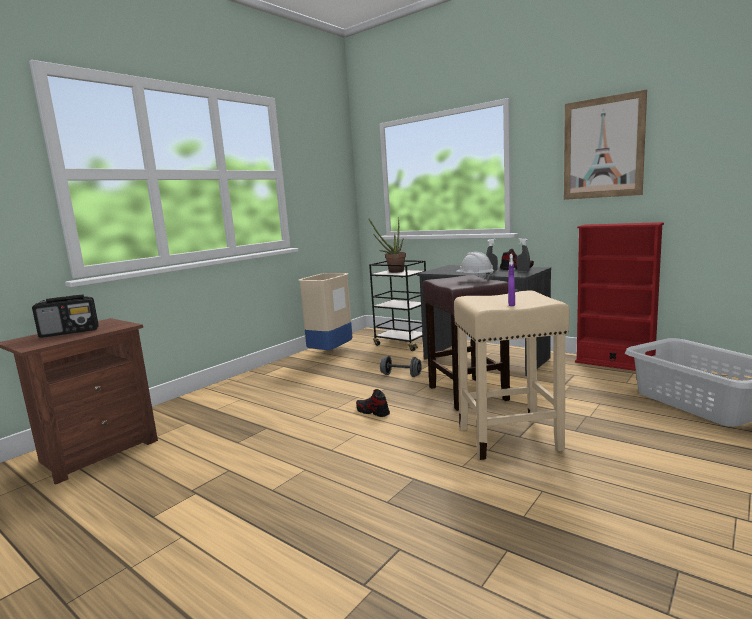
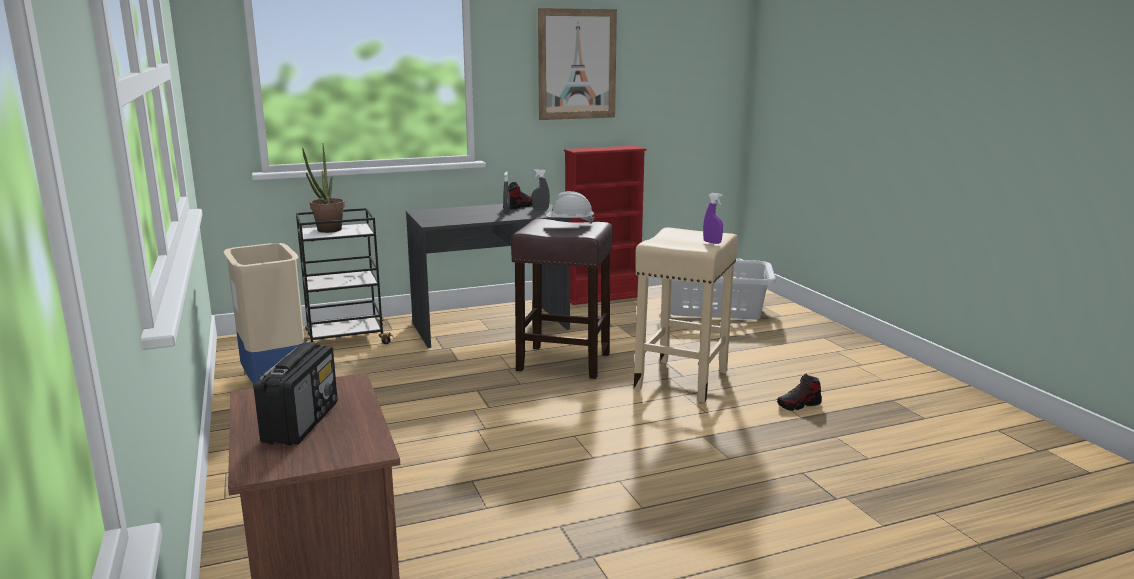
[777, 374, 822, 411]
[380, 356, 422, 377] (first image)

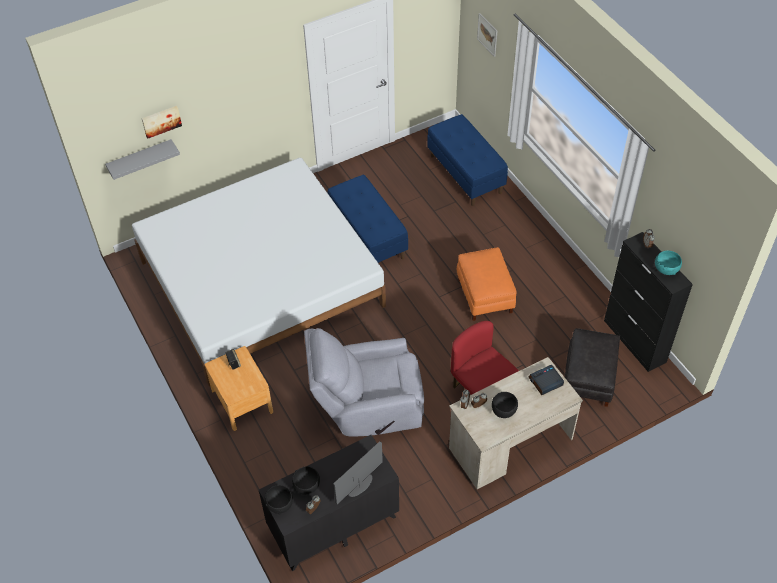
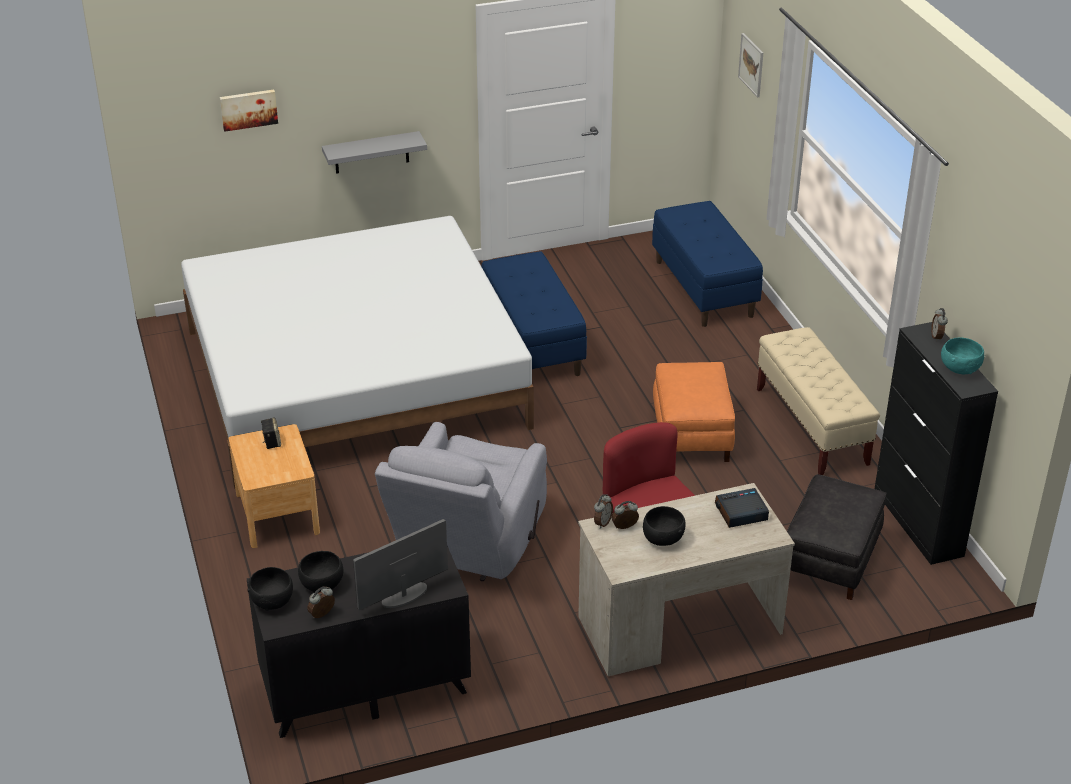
[322, 131, 427, 174]
[375, 422, 547, 581]
[757, 327, 880, 475]

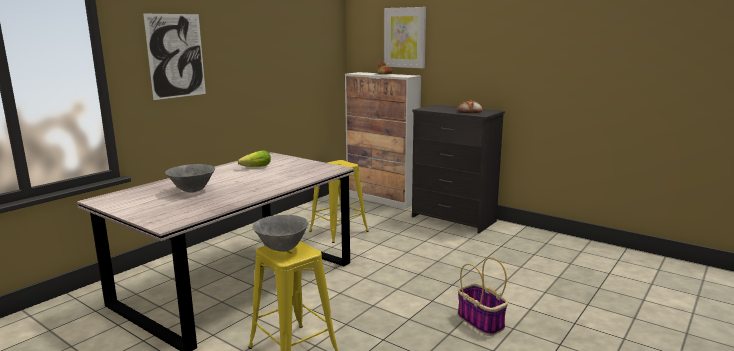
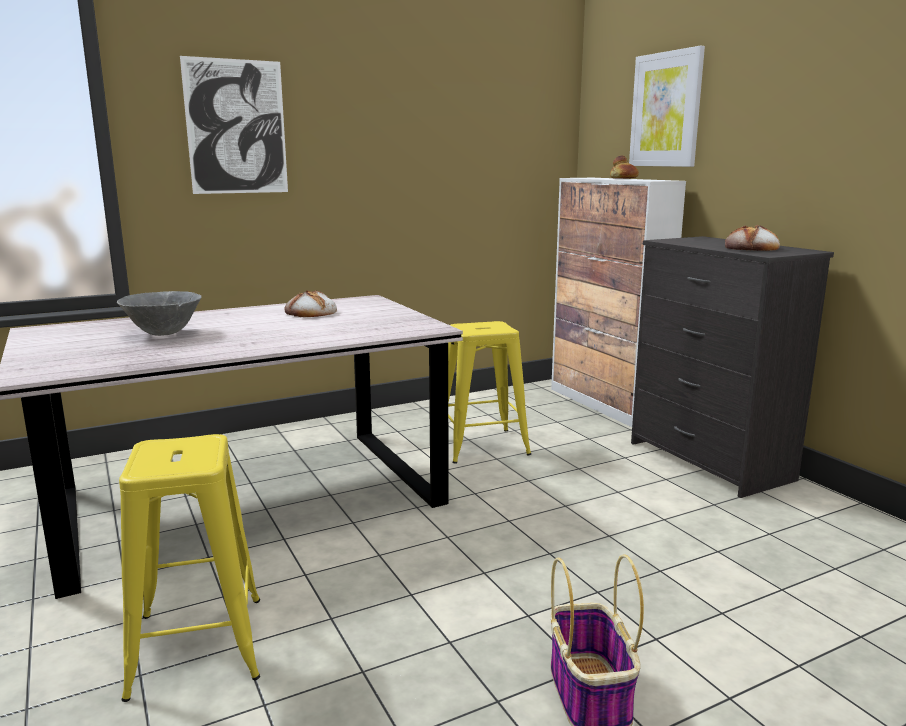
[284, 290, 337, 317]
[252, 215, 309, 252] (first image)

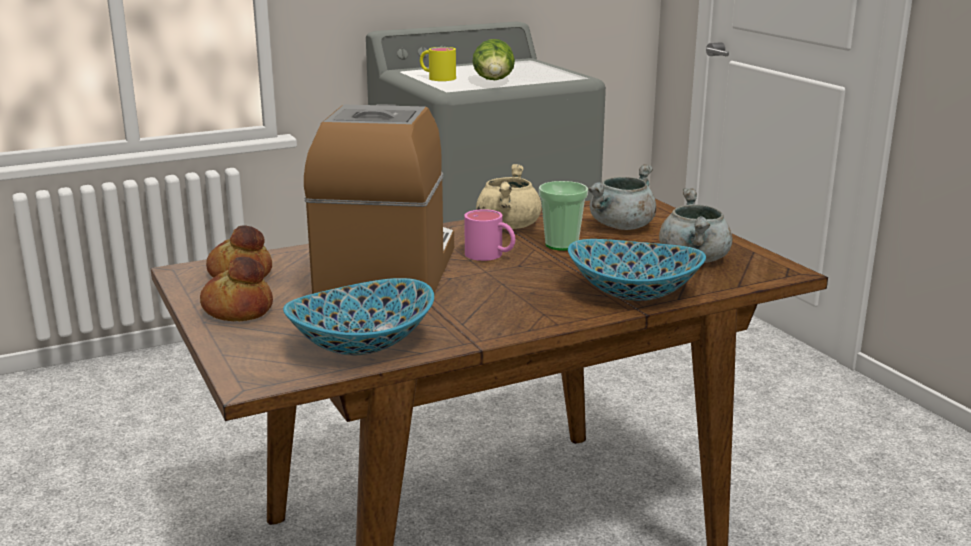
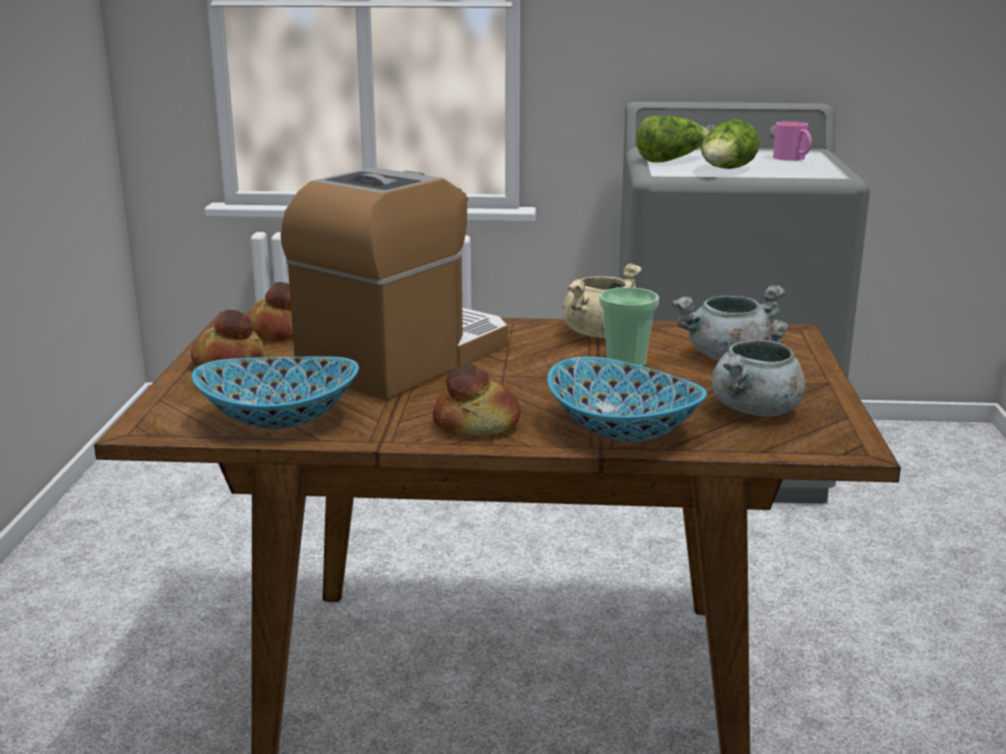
[433, 364, 521, 436]
[636, 116, 710, 163]
[773, 121, 812, 161]

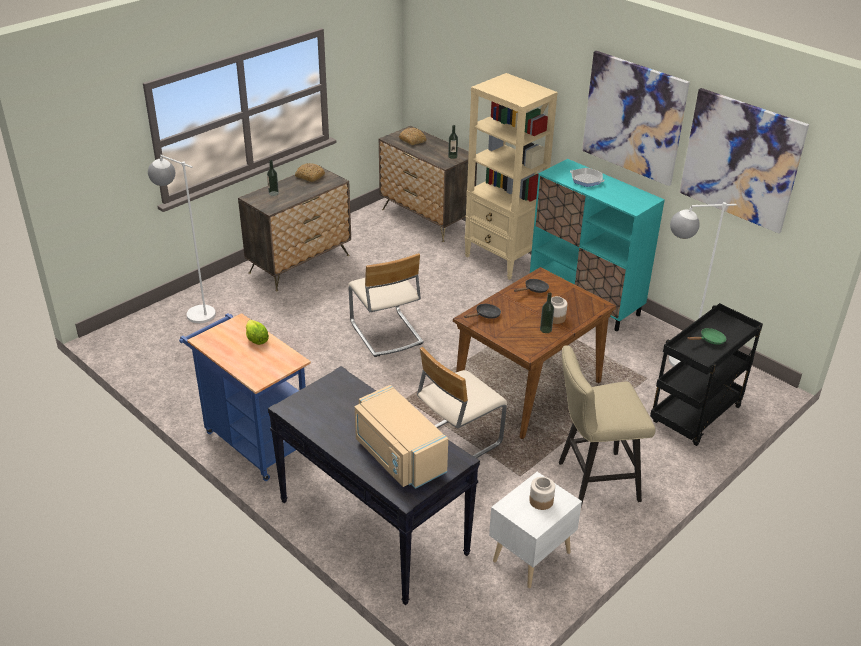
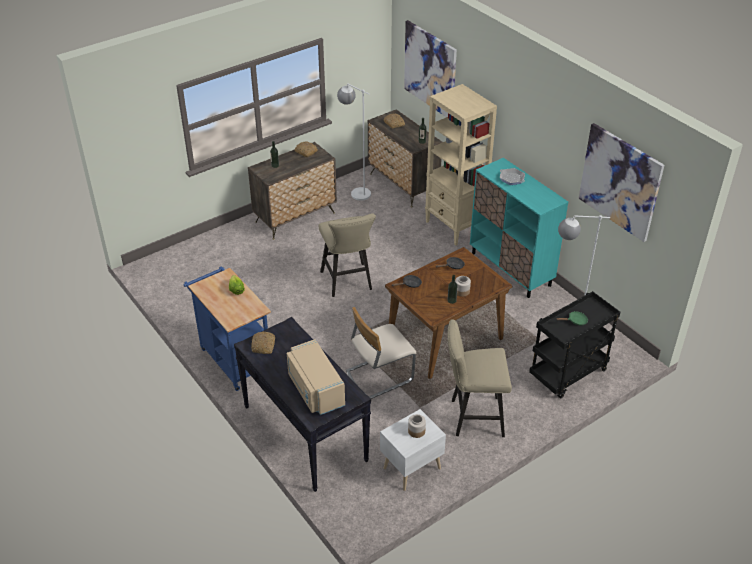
[251, 332, 275, 354]
[319, 213, 376, 297]
[337, 83, 371, 201]
[404, 20, 457, 117]

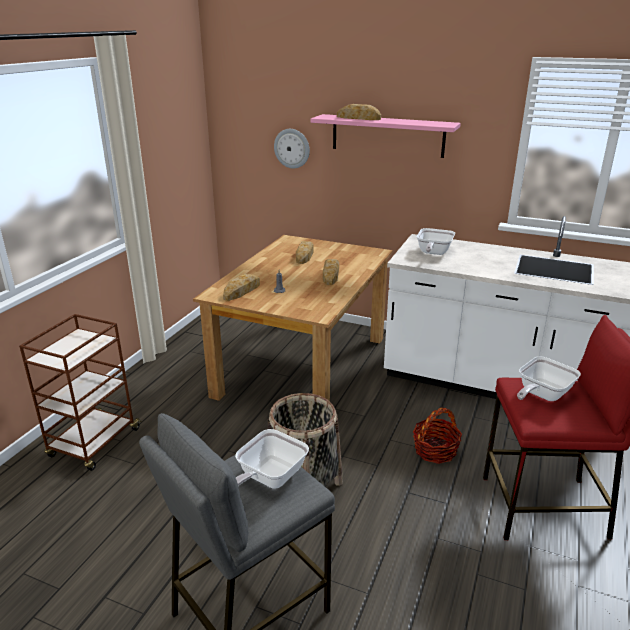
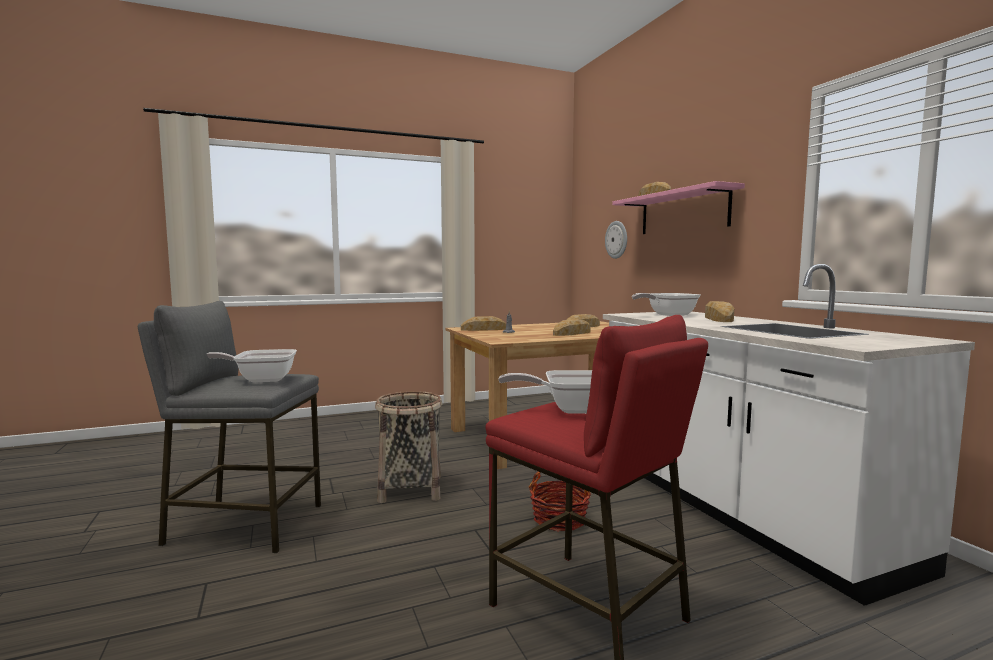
[705, 301, 734, 322]
[19, 314, 142, 471] (first image)

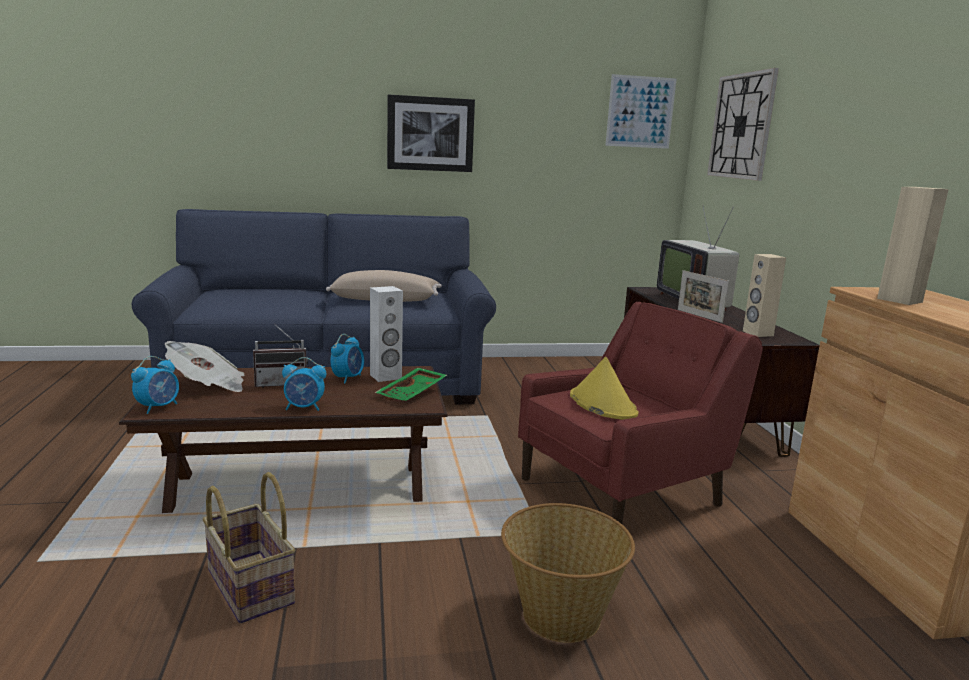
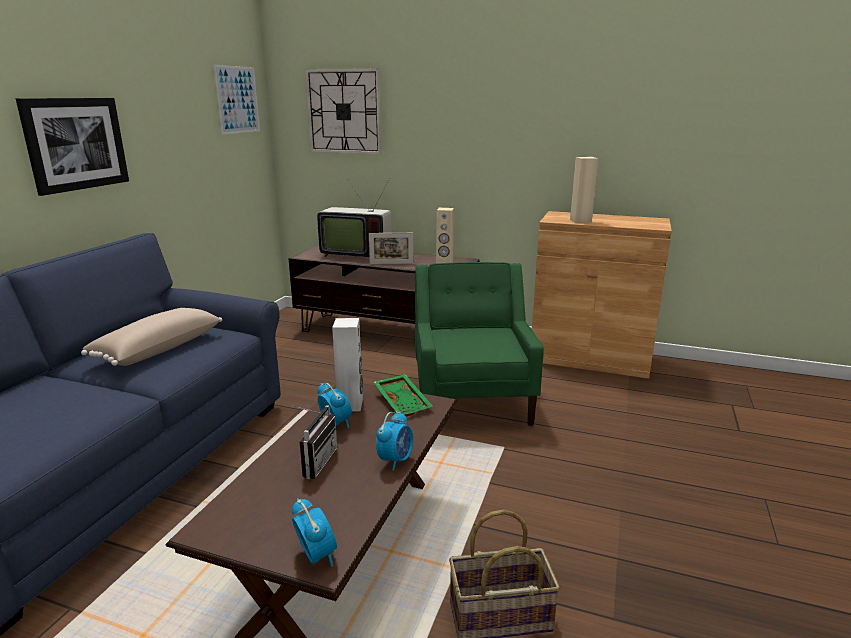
[415, 262, 544, 426]
[165, 341, 245, 392] (first image)
[501, 503, 635, 643] (first image)
[570, 356, 639, 420] (first image)

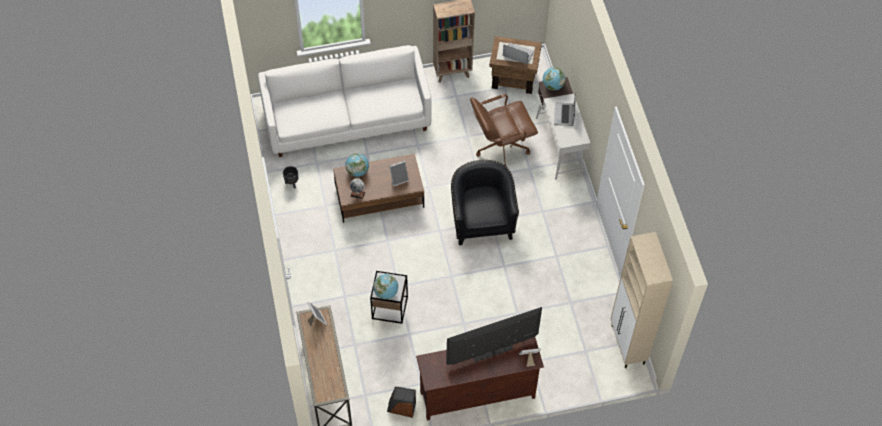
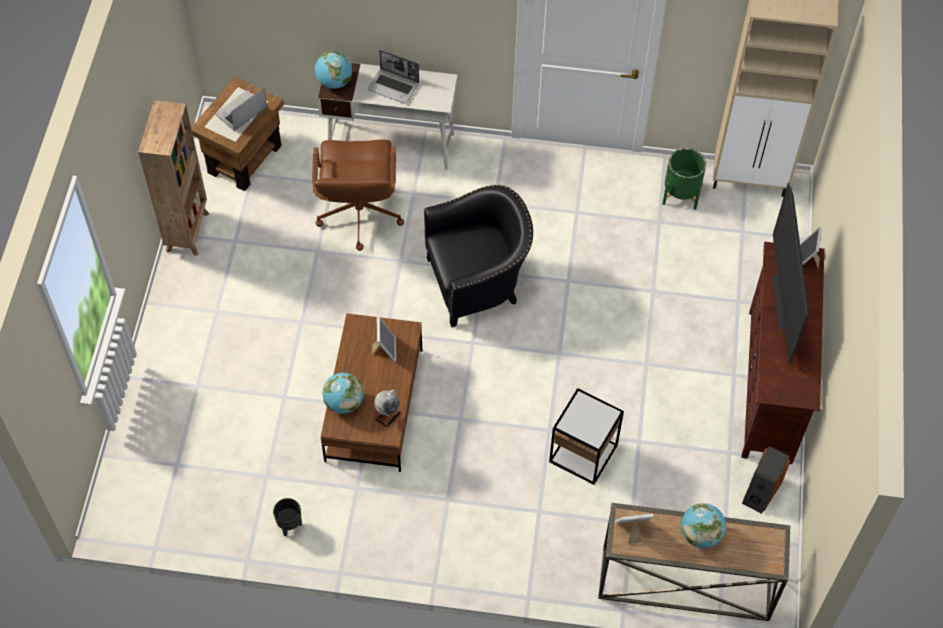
[424, 185, 533, 327]
[662, 148, 706, 210]
[681, 503, 726, 548]
[258, 45, 432, 157] (first image)

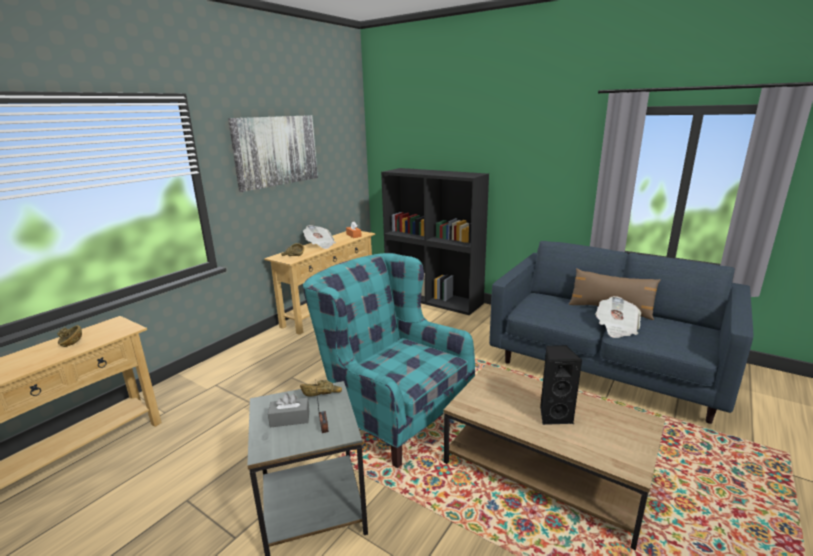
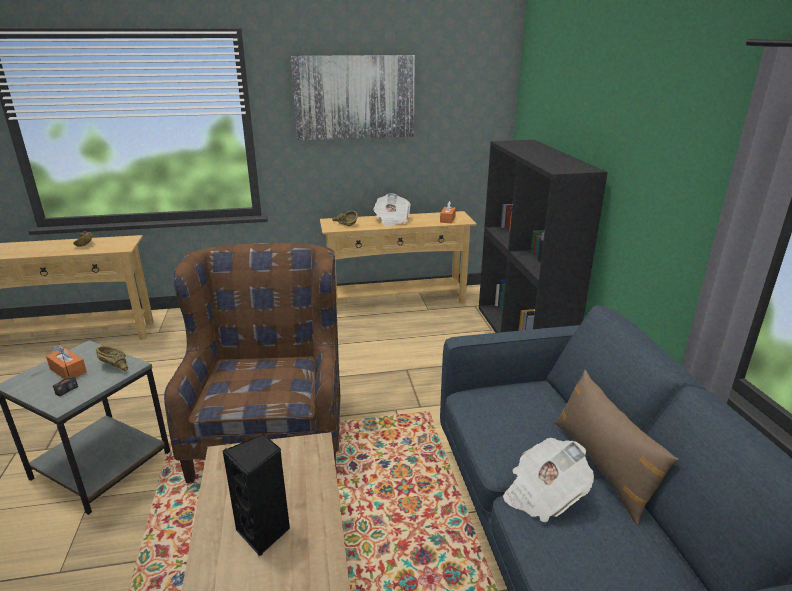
[46, 344, 87, 379]
[164, 243, 341, 483]

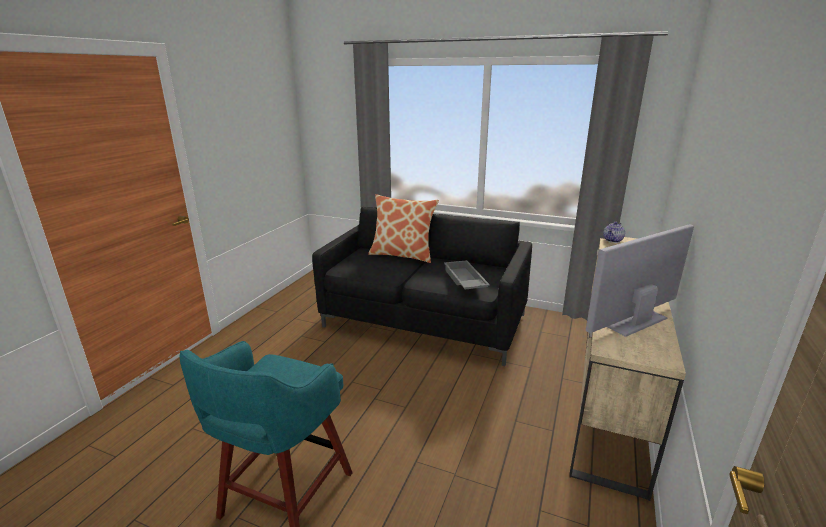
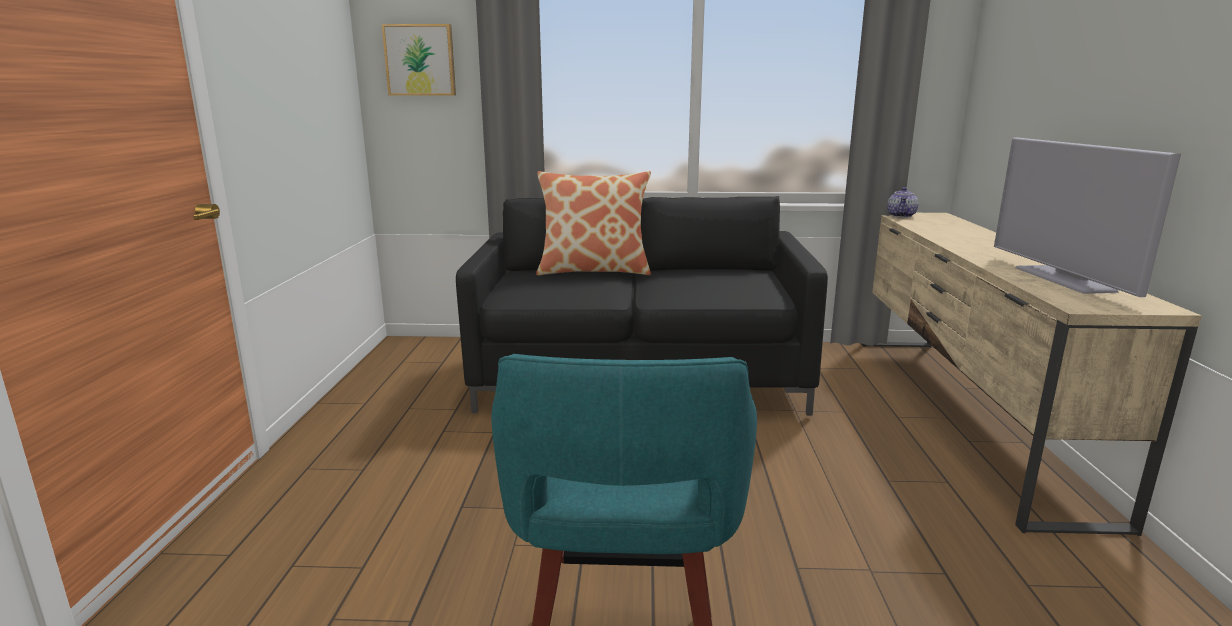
[382, 24, 456, 96]
[994, 137, 1181, 297]
[444, 260, 490, 289] (first image)

